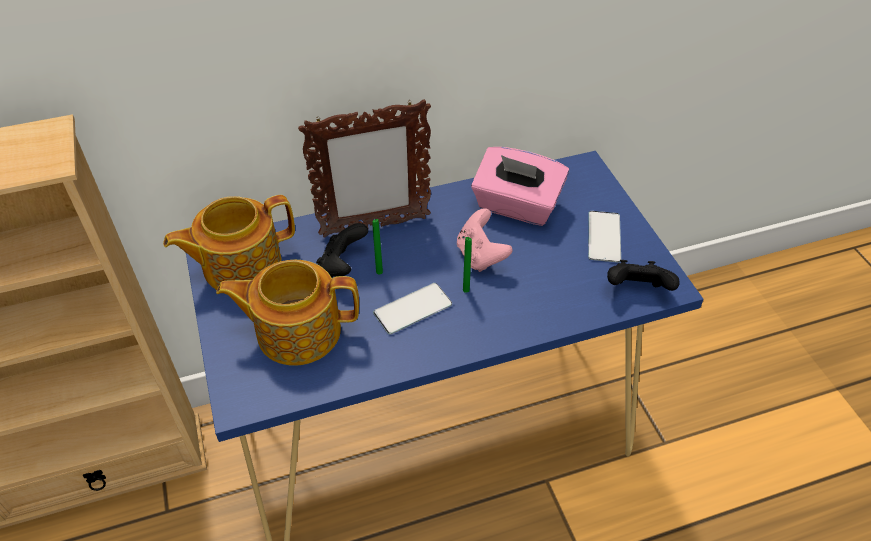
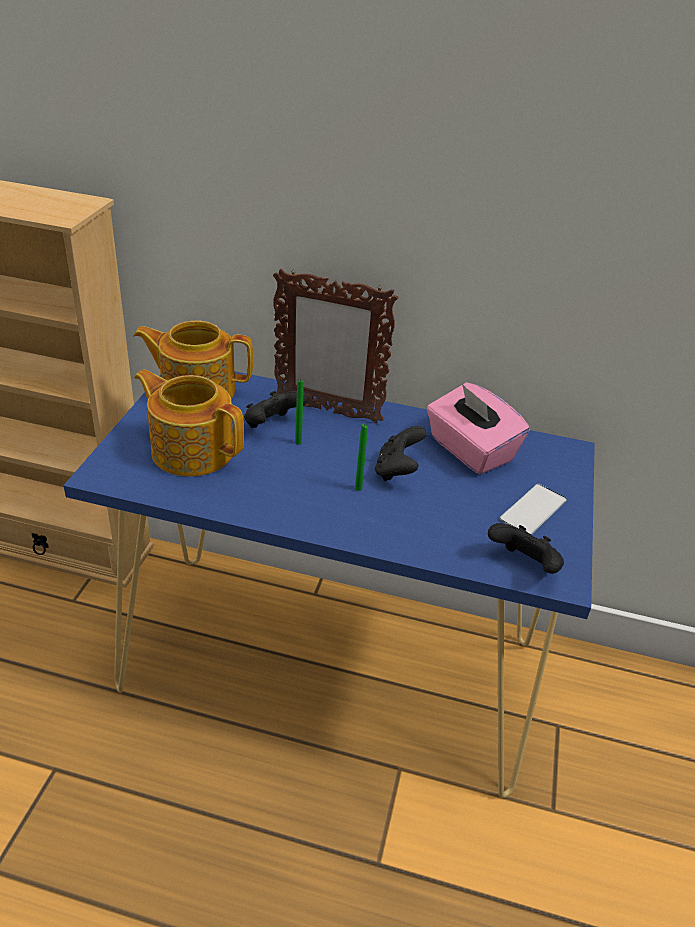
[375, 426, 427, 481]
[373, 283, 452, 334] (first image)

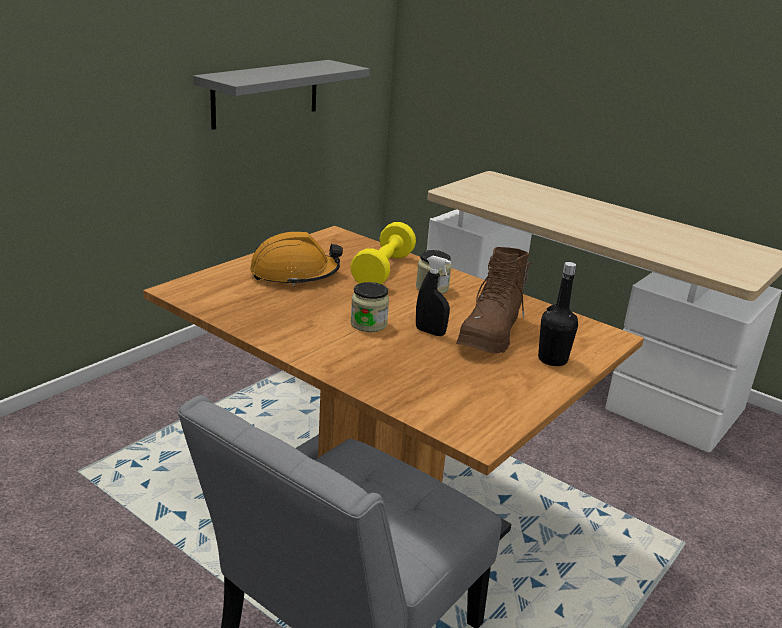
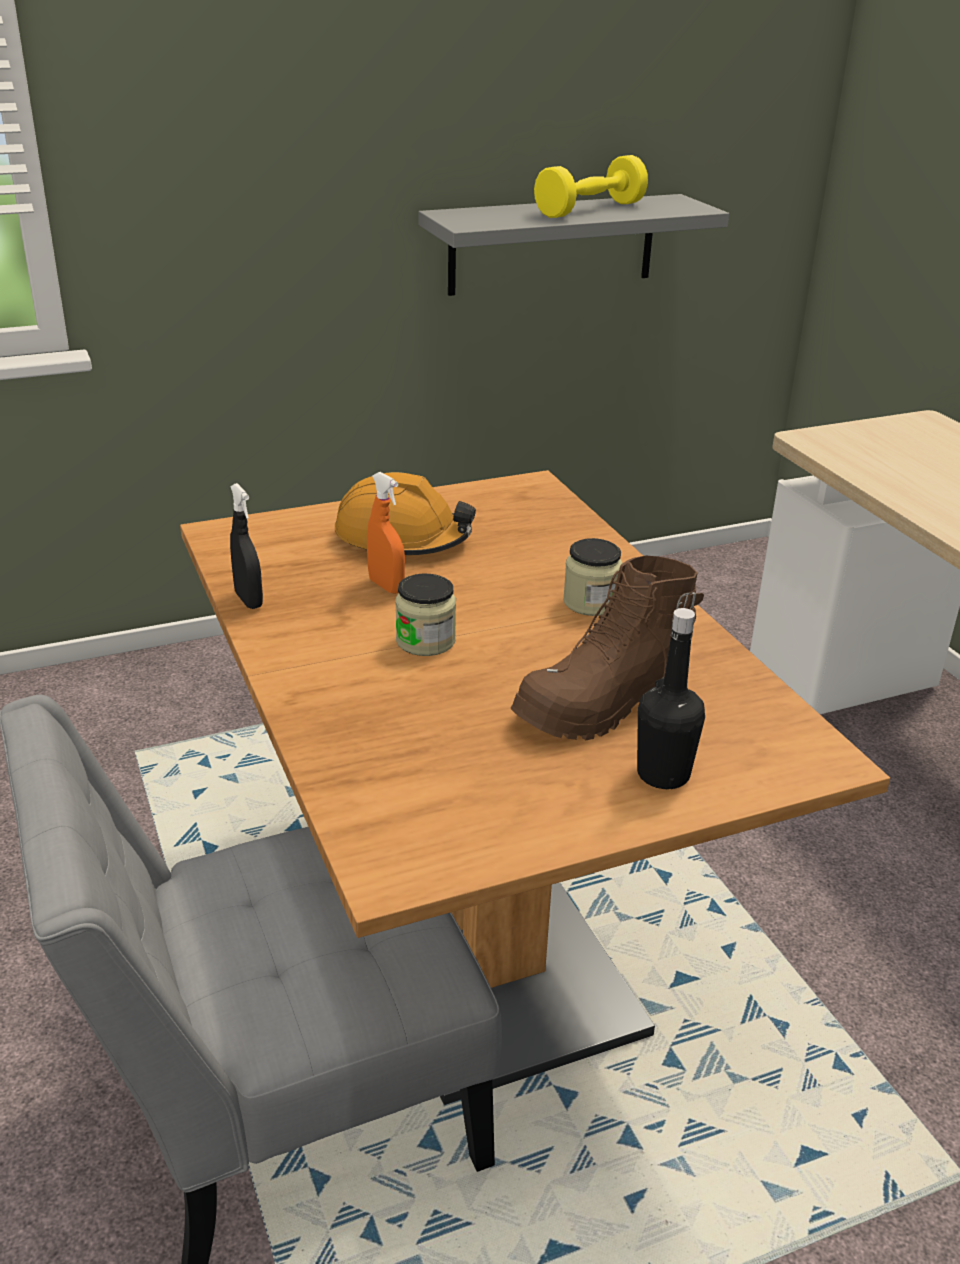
[230, 483, 263, 609]
[367, 472, 405, 594]
[534, 155, 648, 218]

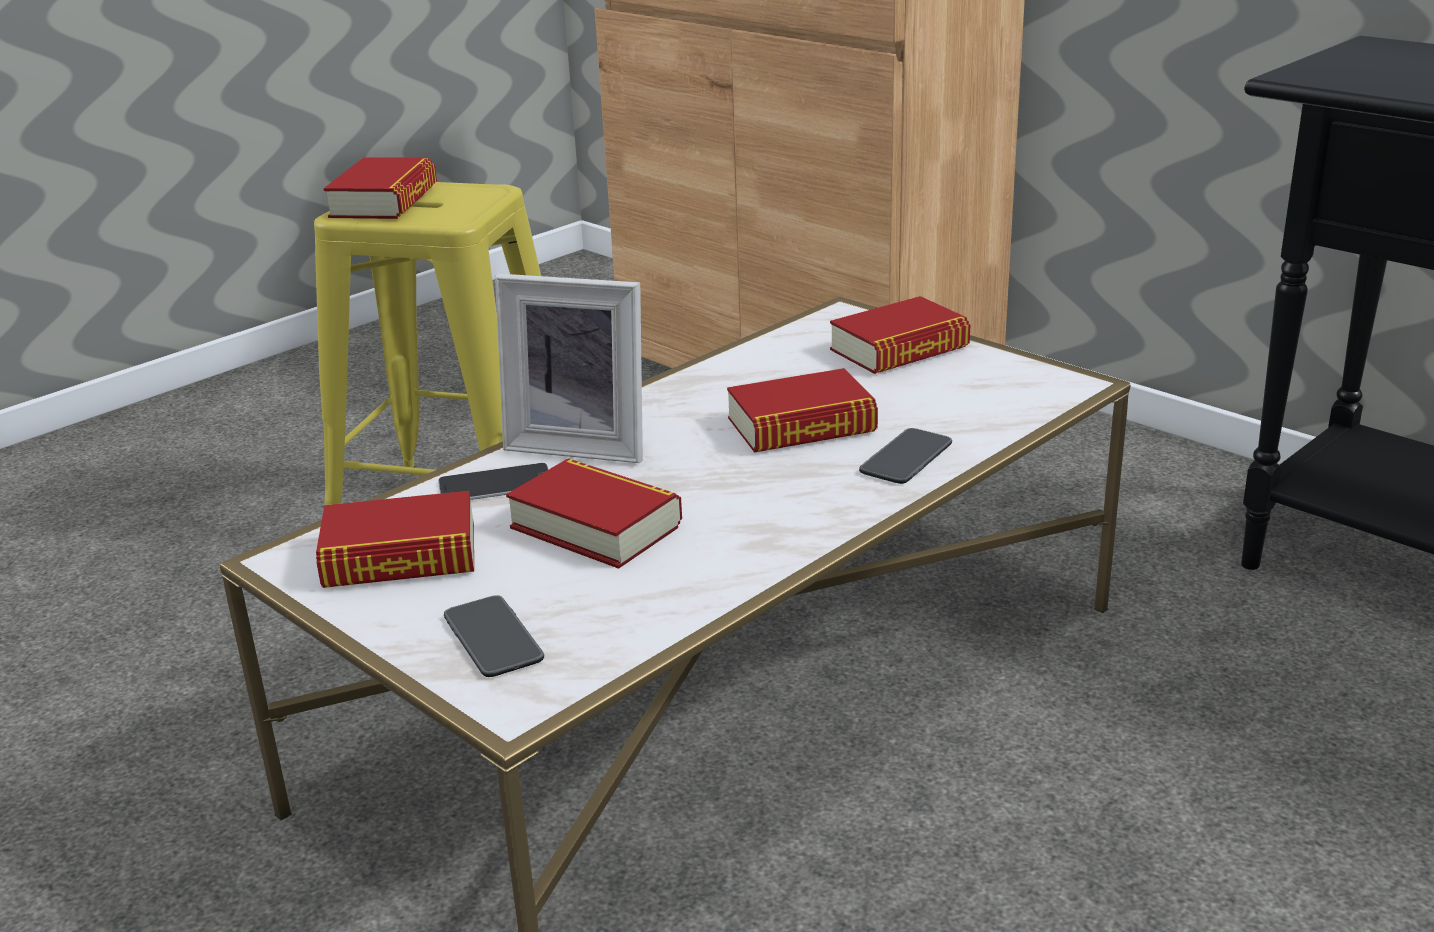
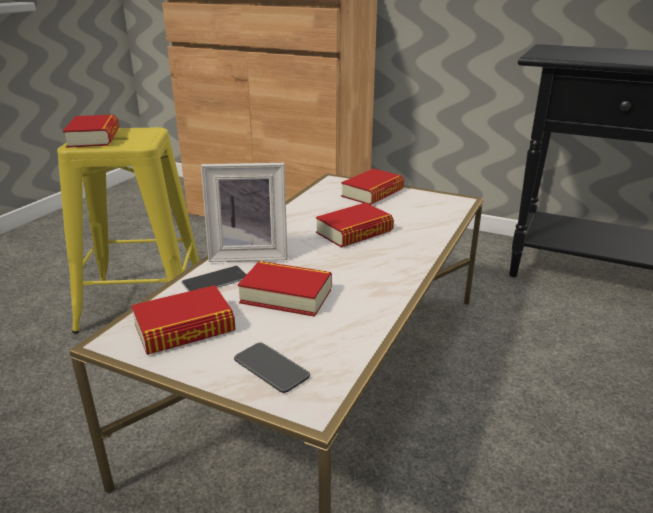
[859, 428, 952, 484] (first image)

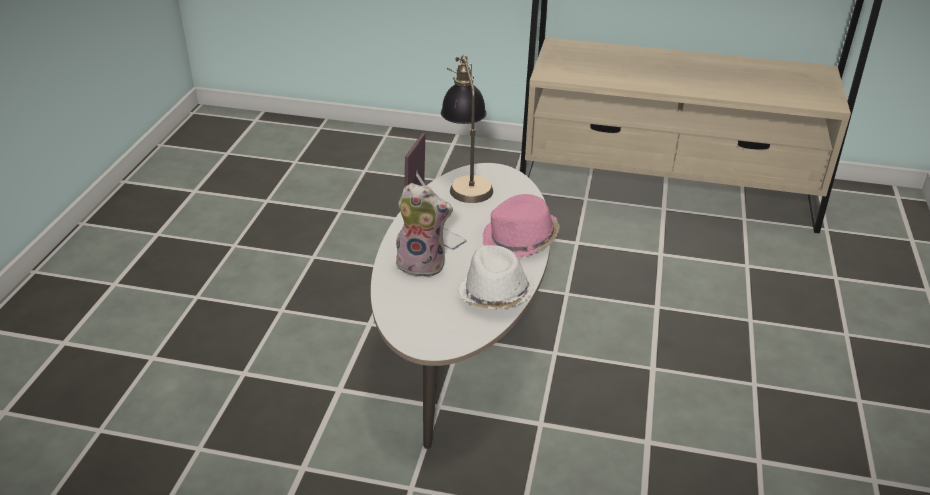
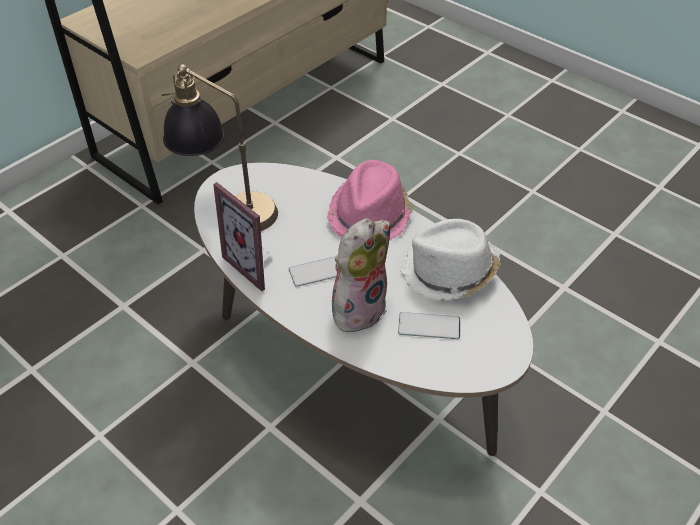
[398, 312, 460, 339]

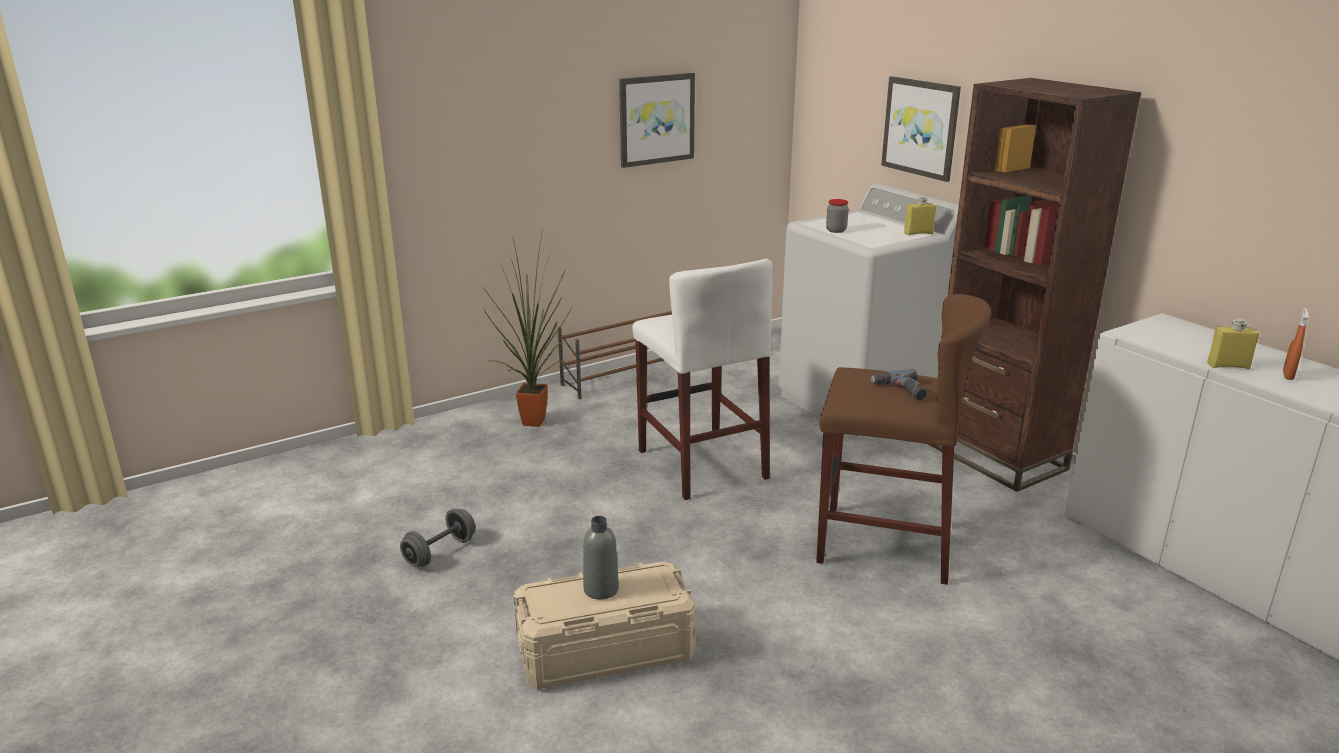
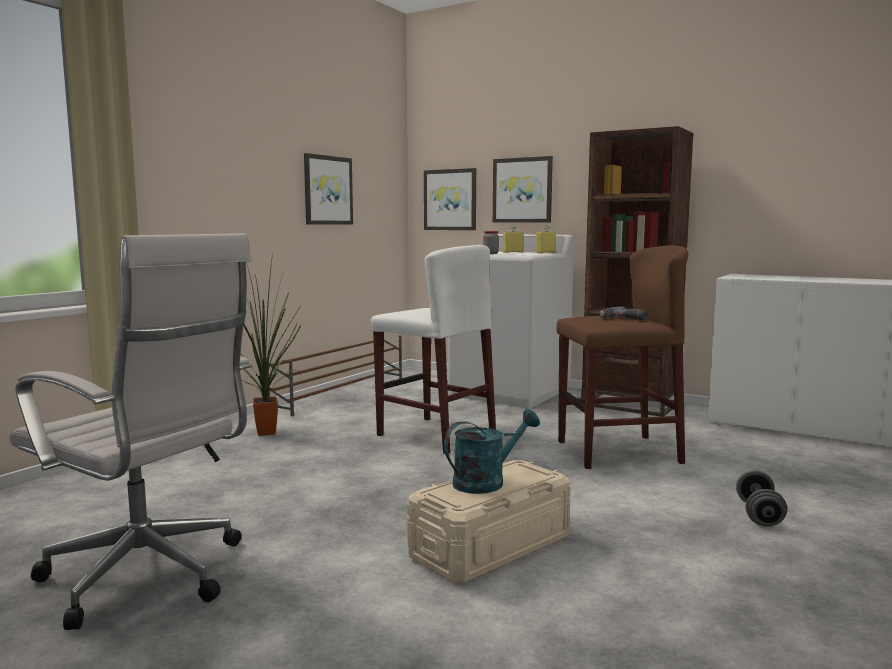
[9, 233, 252, 630]
[424, 168, 476, 230]
[444, 409, 540, 494]
[503, 226, 524, 253]
[736, 471, 787, 527]
[1283, 308, 1309, 380] (first image)

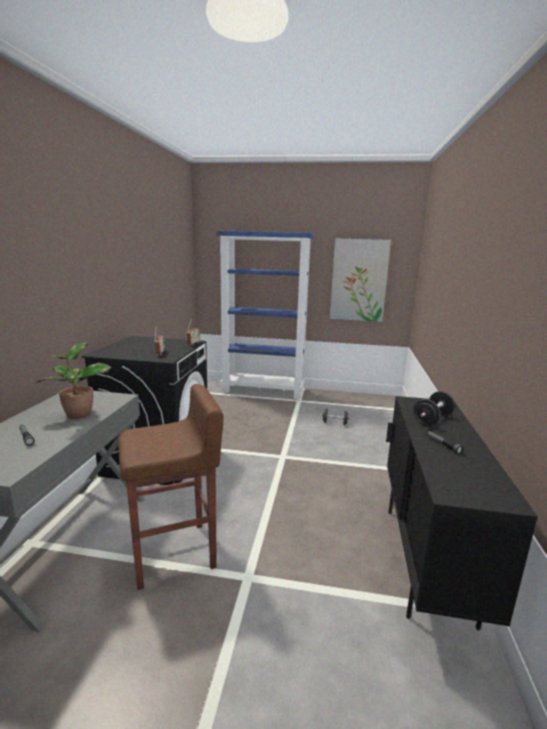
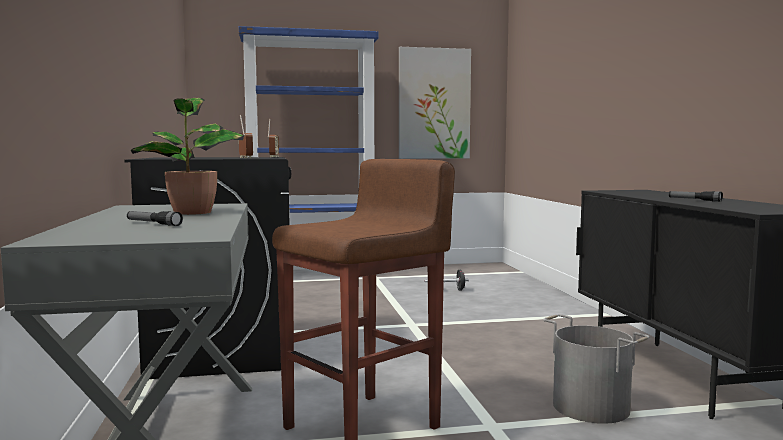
[543, 314, 649, 424]
[413, 391, 455, 426] (first image)

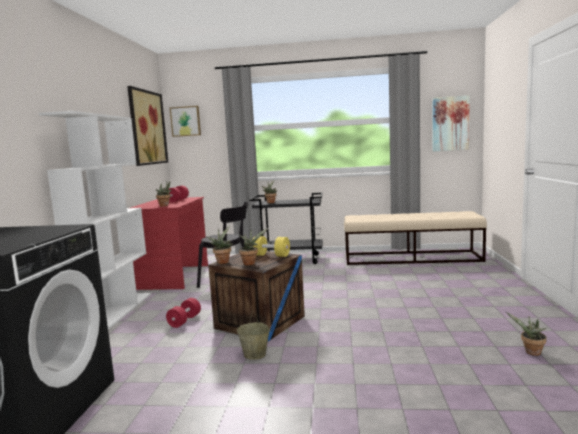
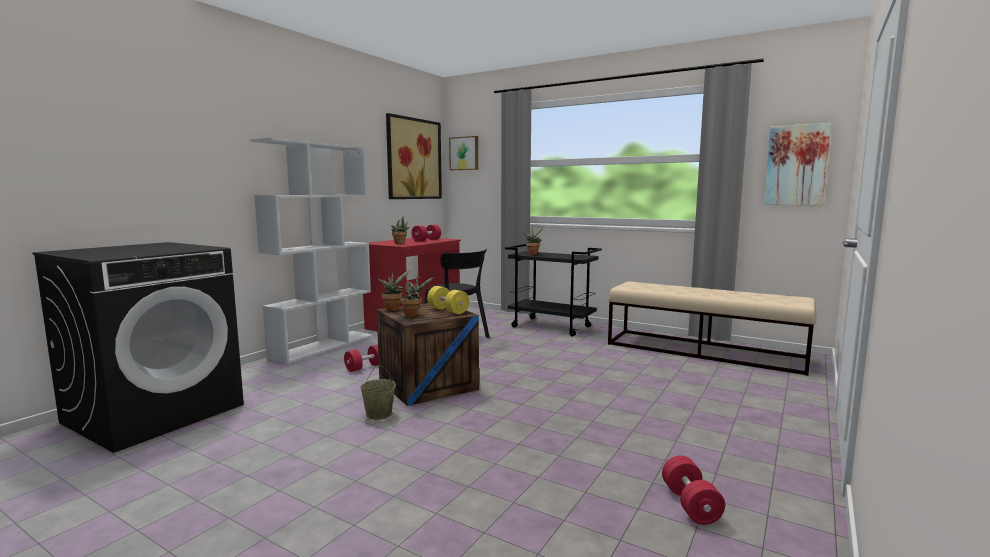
[662, 456, 725, 525]

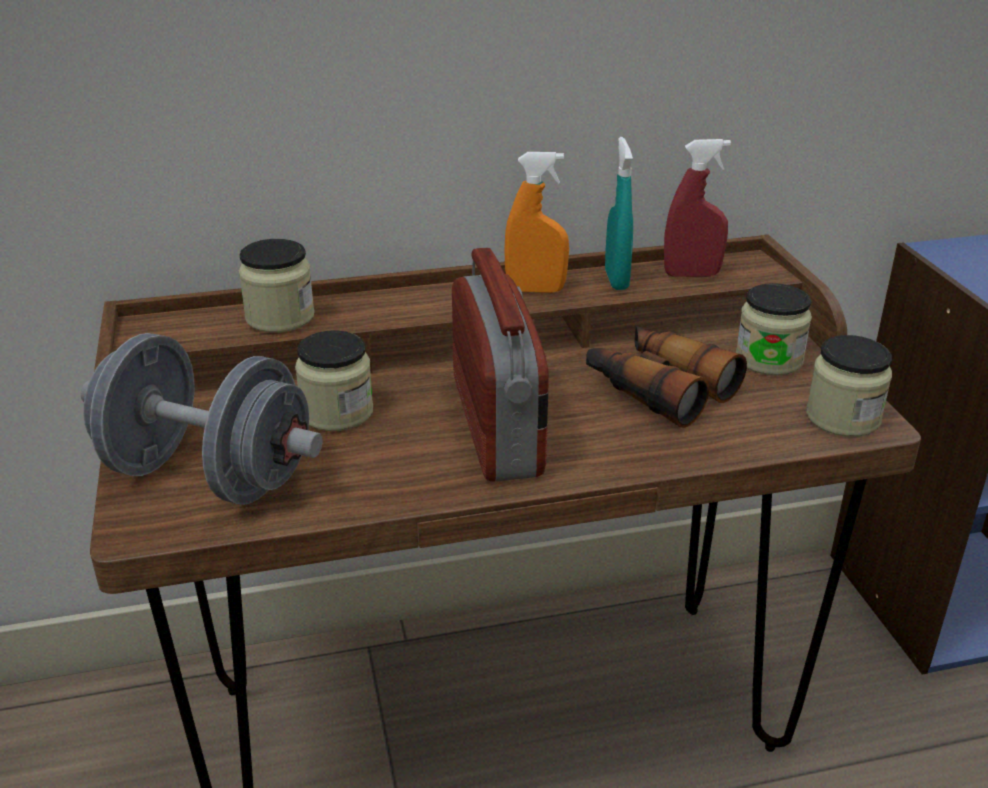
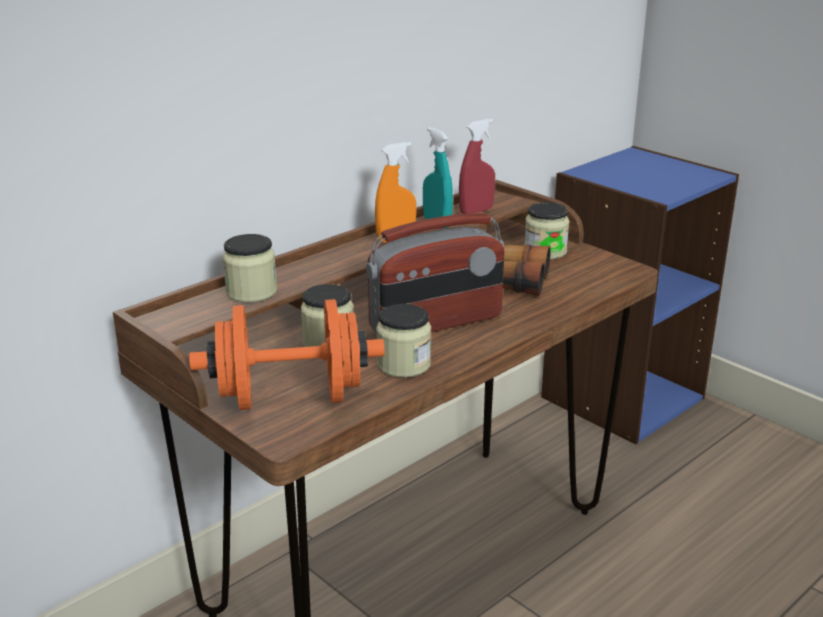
[189, 299, 385, 410]
[366, 213, 505, 333]
[376, 304, 431, 378]

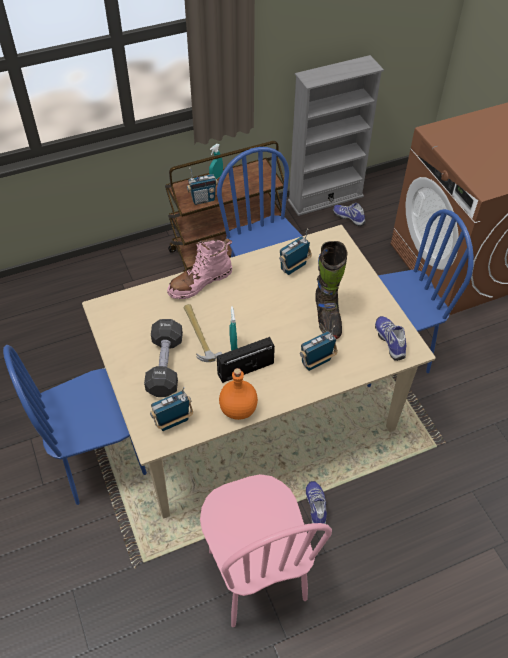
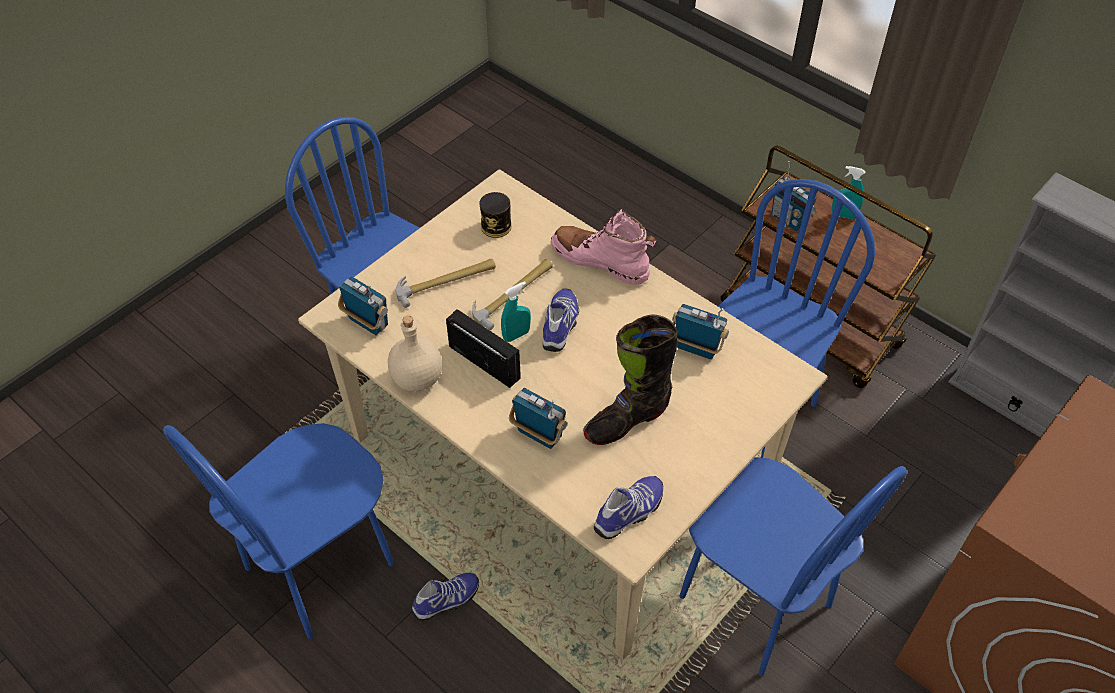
[163, 423, 394, 639]
[388, 316, 442, 392]
[396, 259, 496, 308]
[479, 192, 511, 238]
[543, 288, 579, 352]

